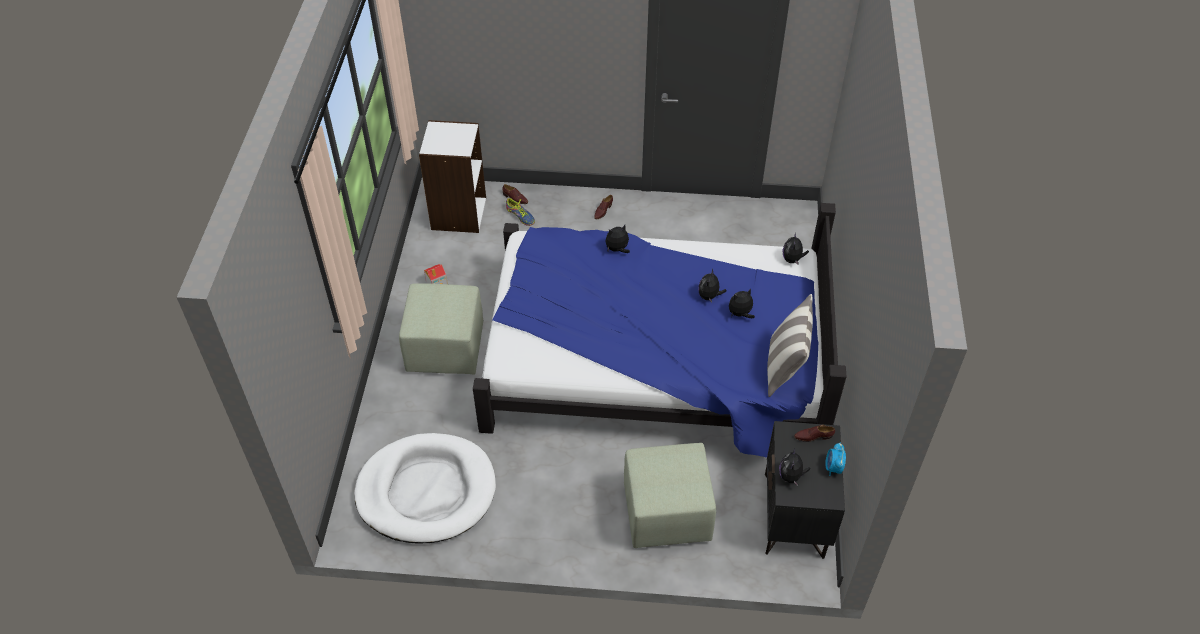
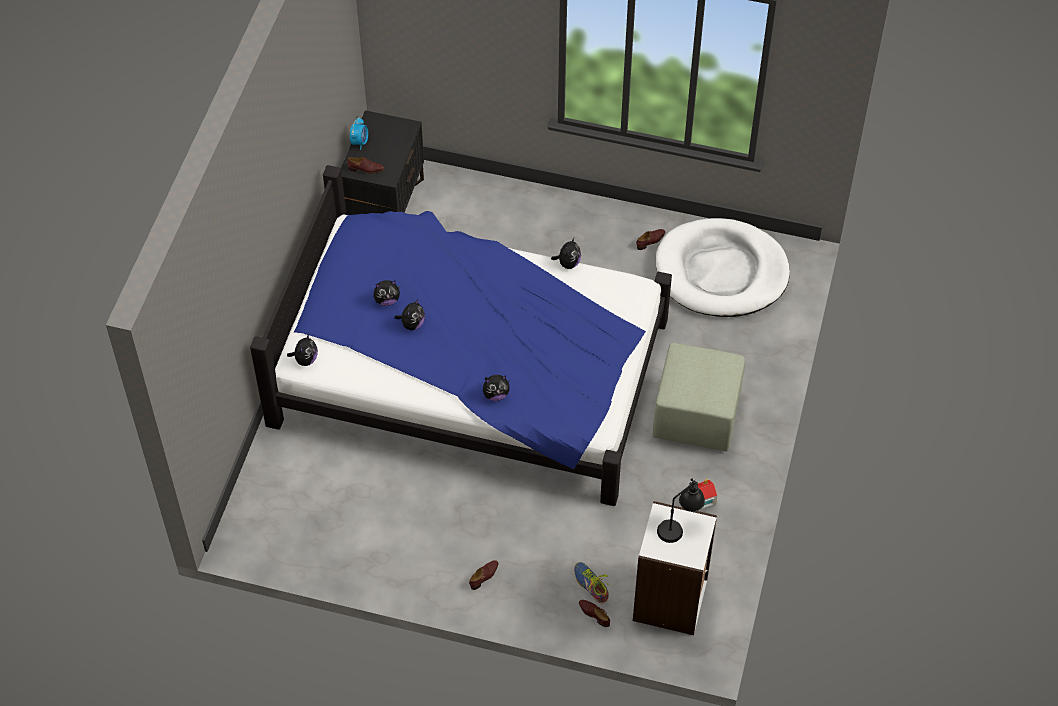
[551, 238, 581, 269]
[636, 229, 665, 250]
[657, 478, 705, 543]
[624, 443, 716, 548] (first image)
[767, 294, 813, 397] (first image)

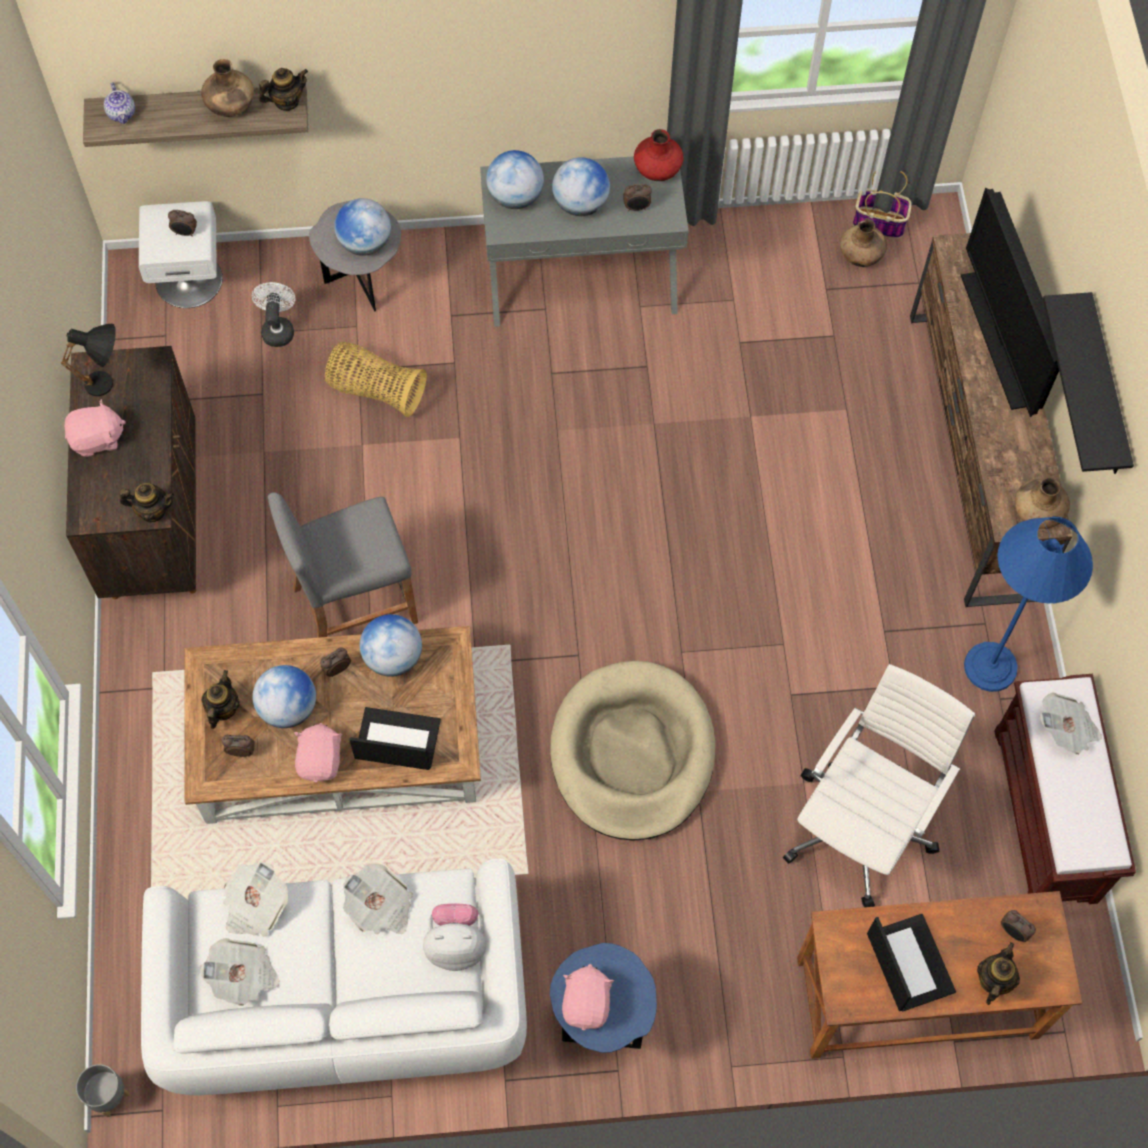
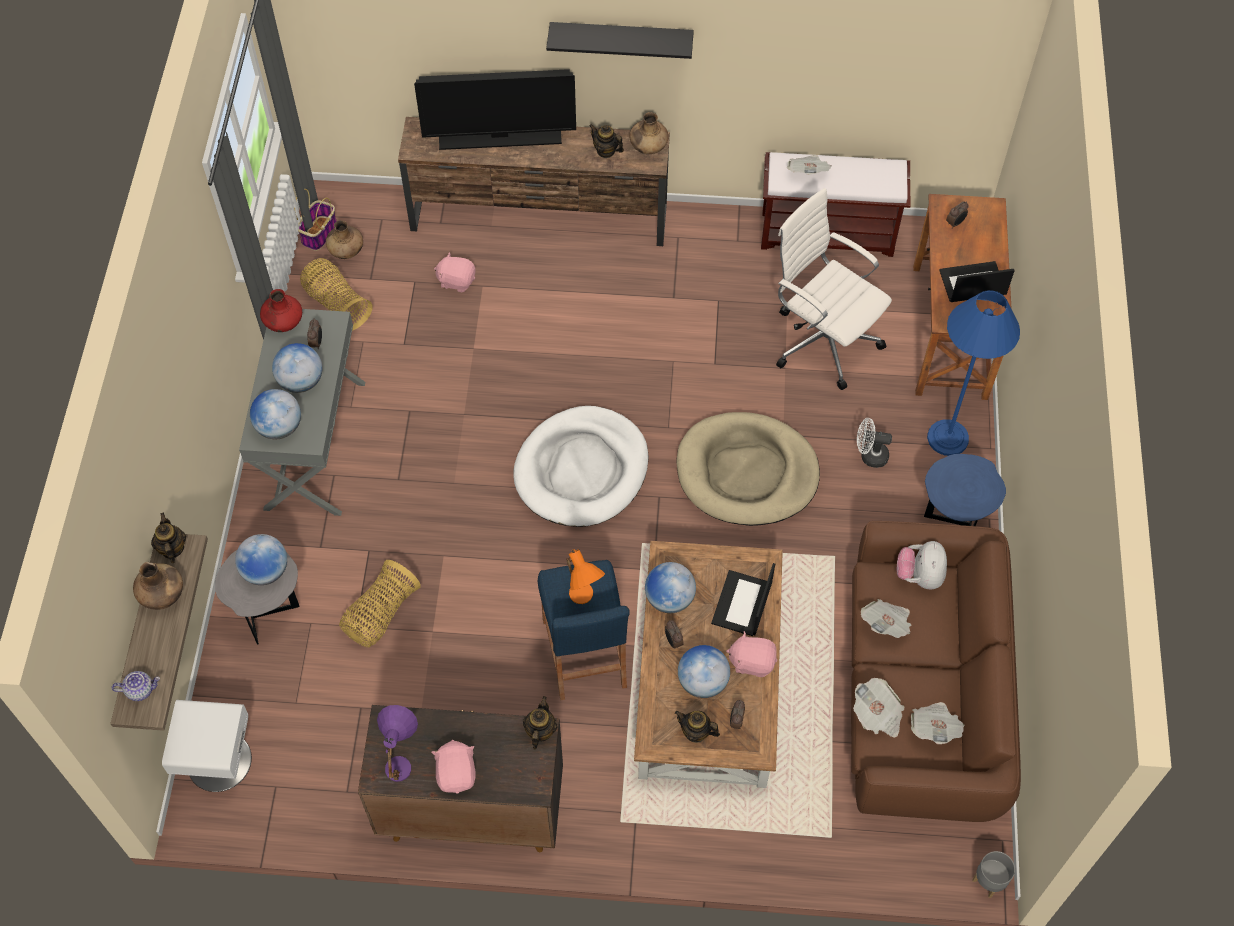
[300, 258, 372, 331]
[377, 705, 418, 782]
[434, 252, 476, 293]
[513, 406, 649, 527]
[538, 560, 630, 701]
[566, 549, 605, 604]
[589, 124, 624, 158]
[851, 521, 1021, 822]
[857, 418, 892, 468]
[927, 290, 1020, 456]
[168, 210, 197, 237] (first image)

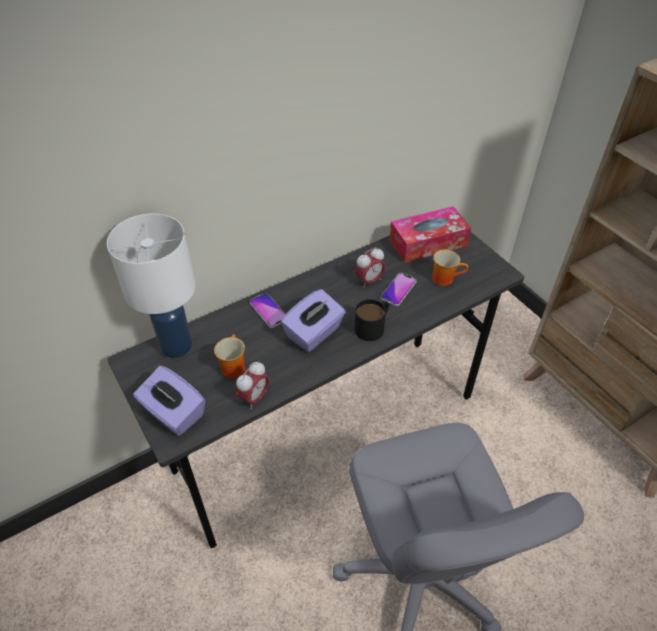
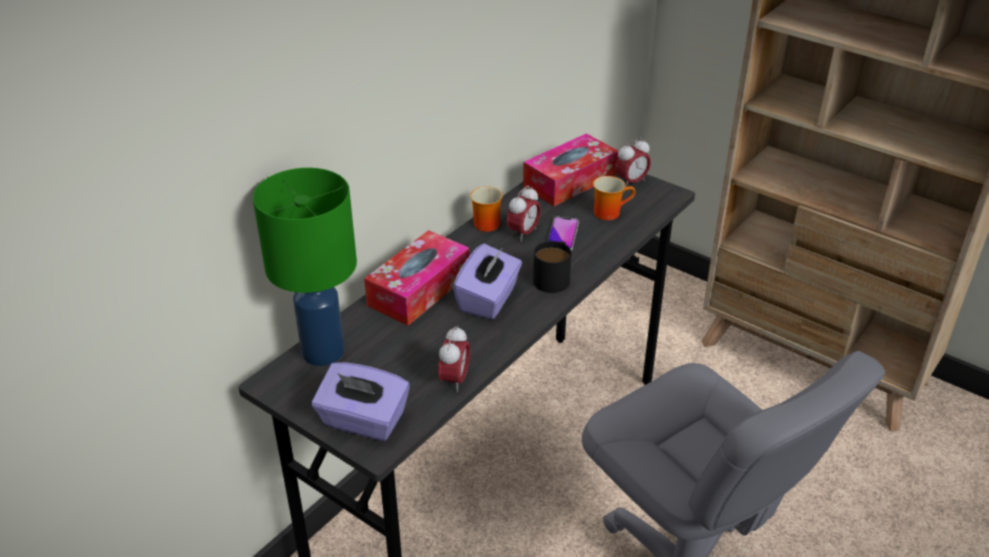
[253, 168, 357, 366]
[364, 230, 469, 326]
[470, 187, 503, 232]
[615, 138, 651, 186]

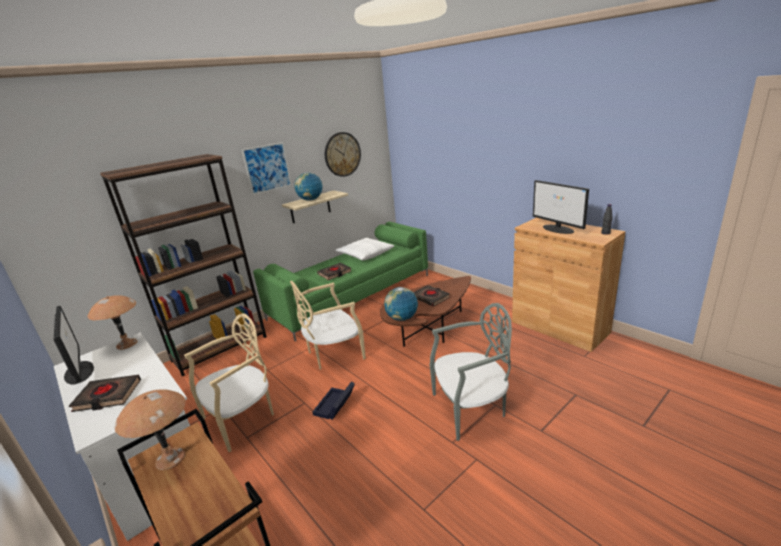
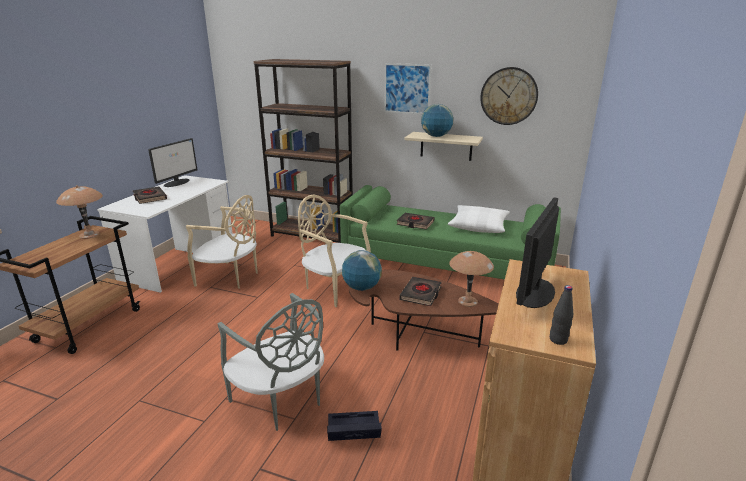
[327, 411, 382, 441]
[449, 251, 494, 307]

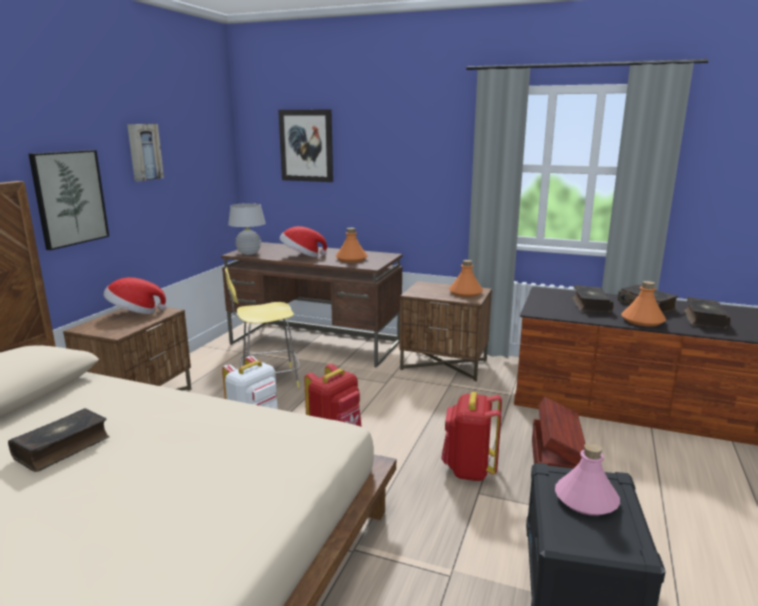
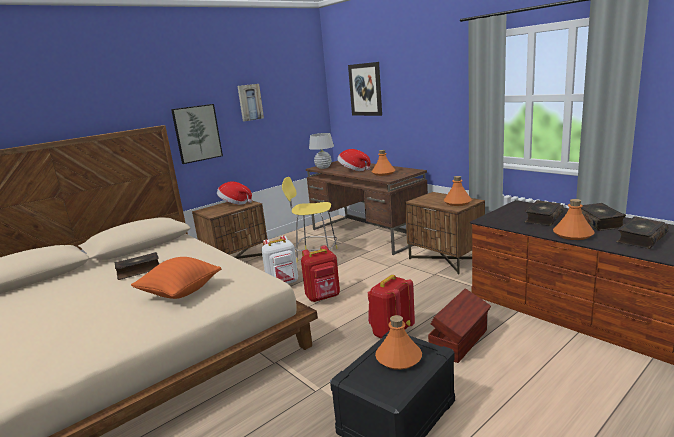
[131, 257, 221, 299]
[375, 315, 422, 370]

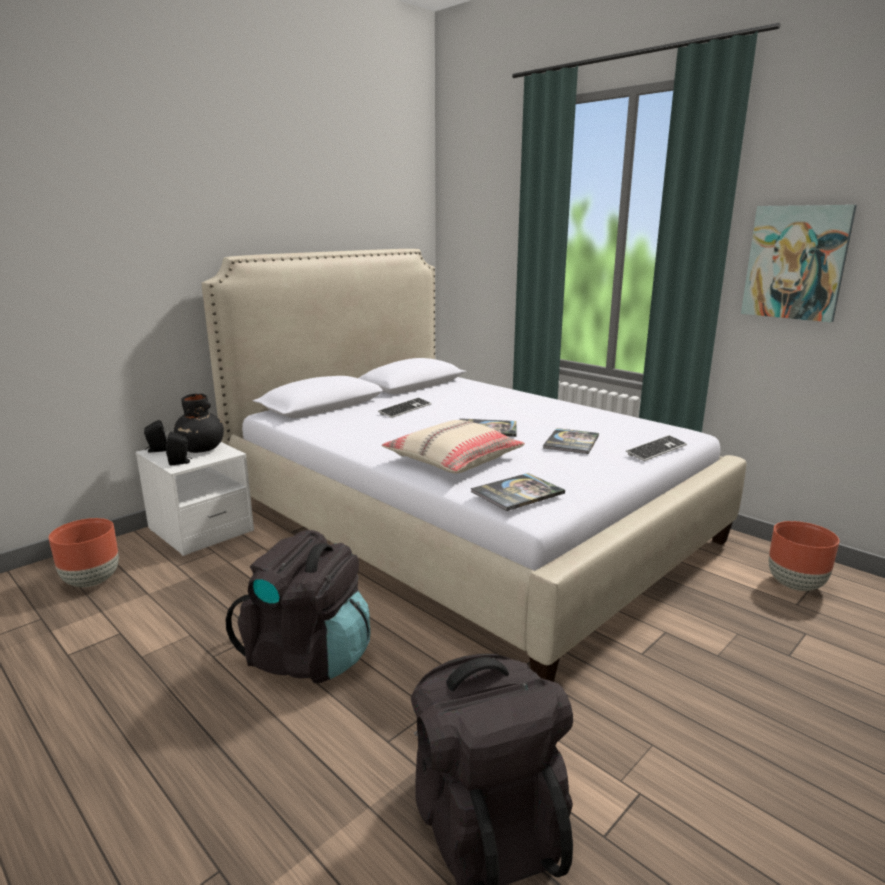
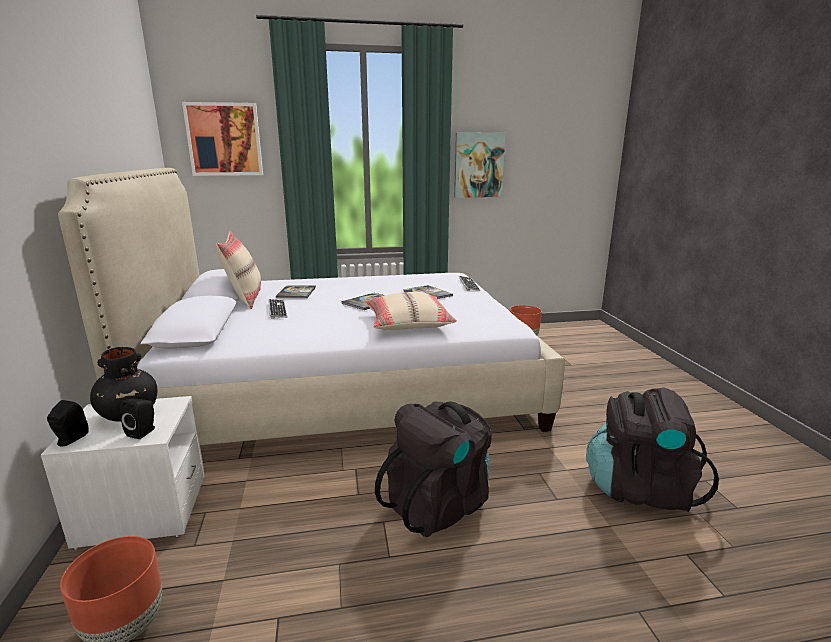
[182, 102, 263, 176]
[216, 231, 261, 309]
[276, 285, 316, 298]

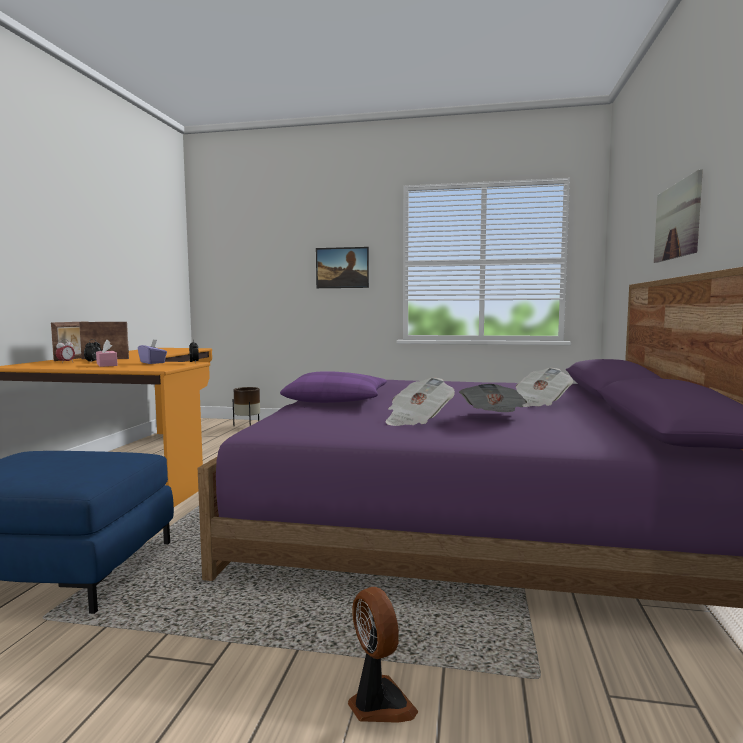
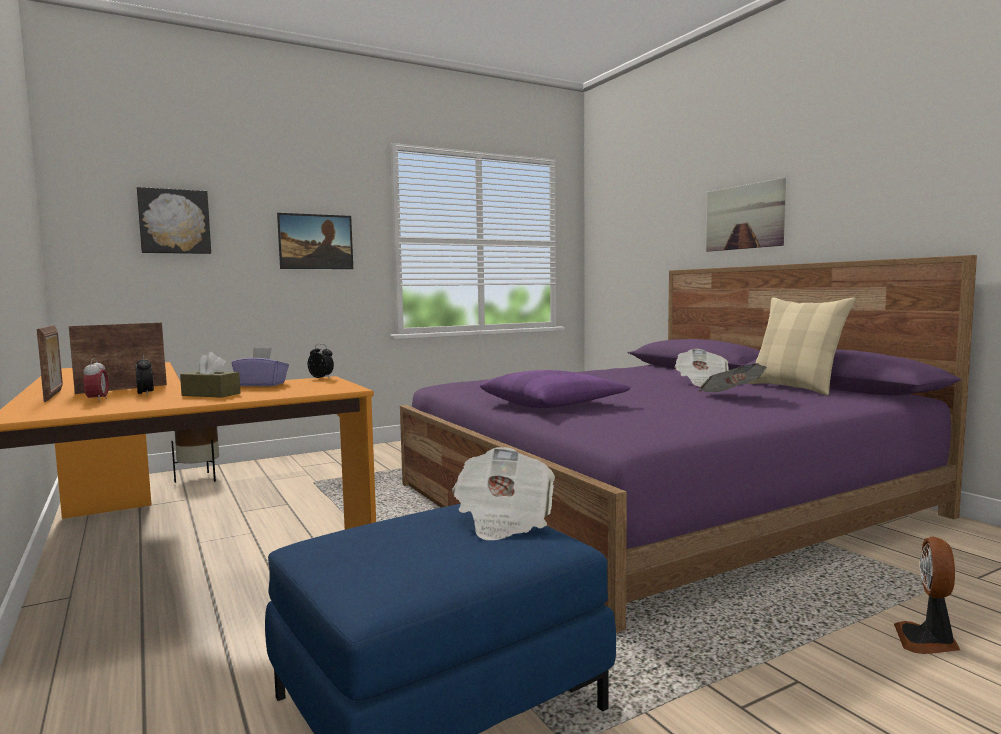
[137, 187, 211, 254]
[180, 352, 240, 398]
[452, 447, 555, 540]
[748, 297, 856, 395]
[894, 537, 960, 654]

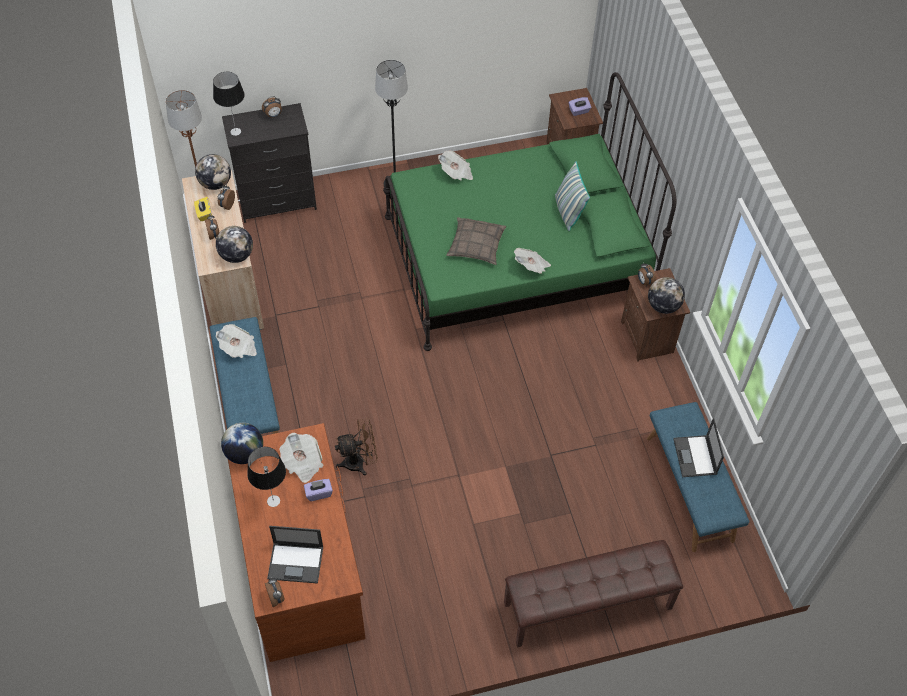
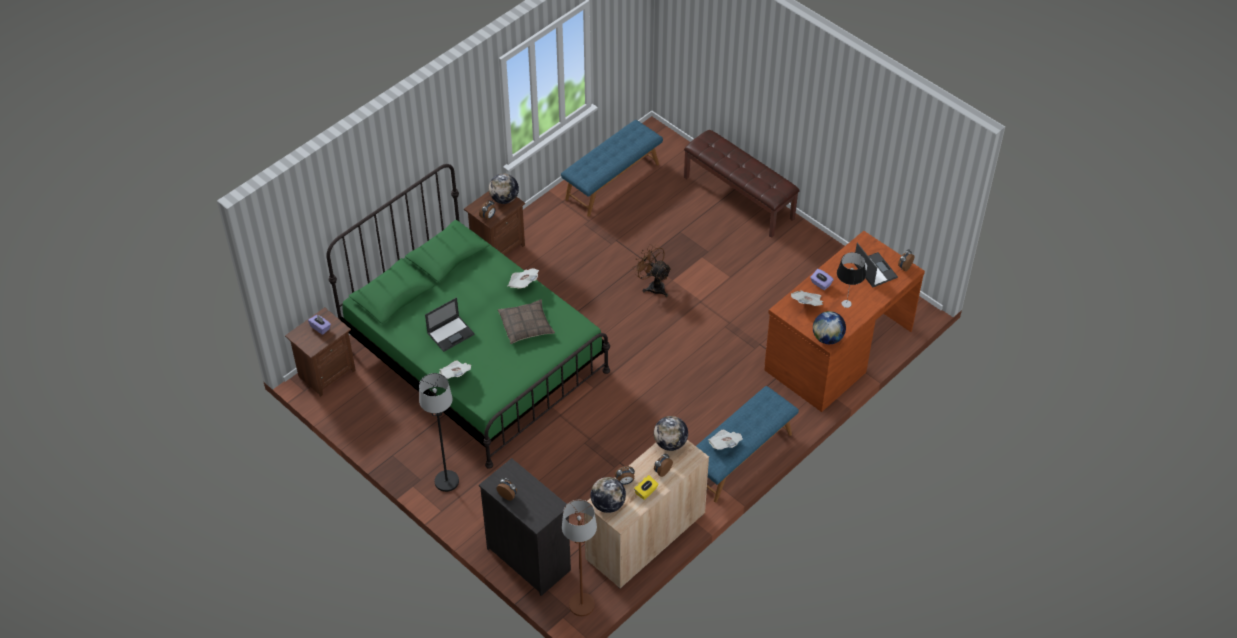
[425, 297, 475, 352]
[633, 244, 671, 297]
[213, 72, 245, 136] (first image)
[555, 161, 590, 231] (first image)

